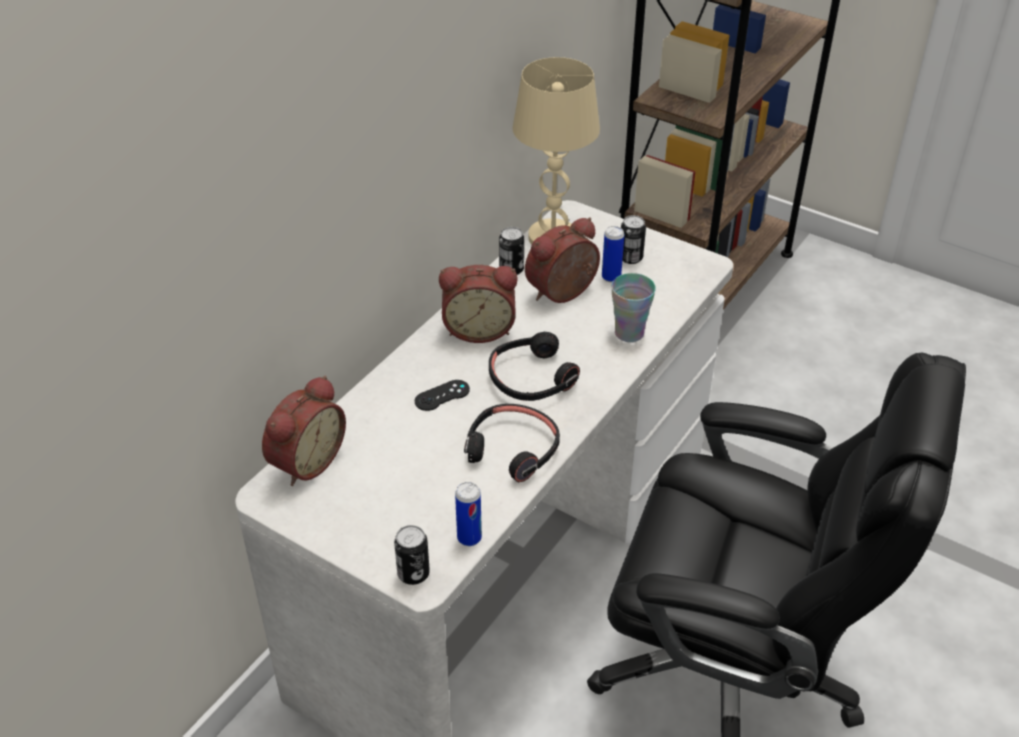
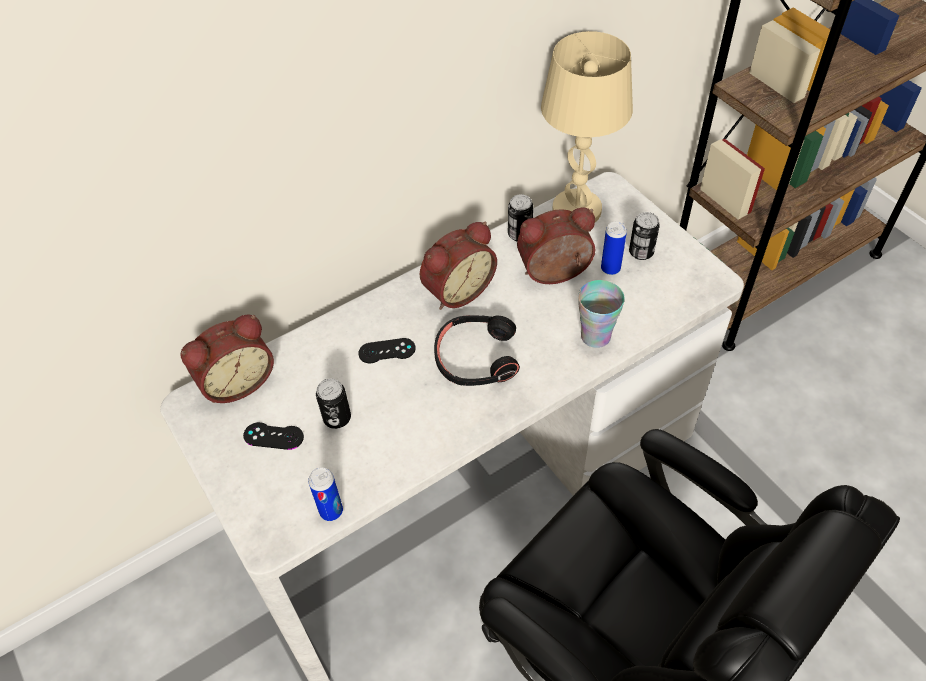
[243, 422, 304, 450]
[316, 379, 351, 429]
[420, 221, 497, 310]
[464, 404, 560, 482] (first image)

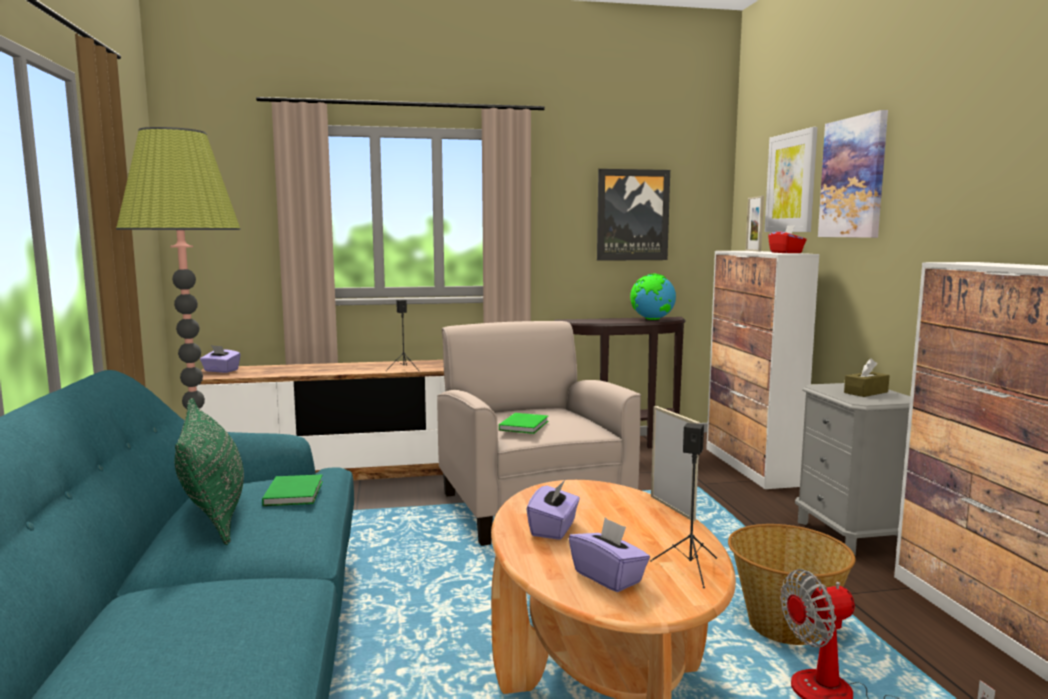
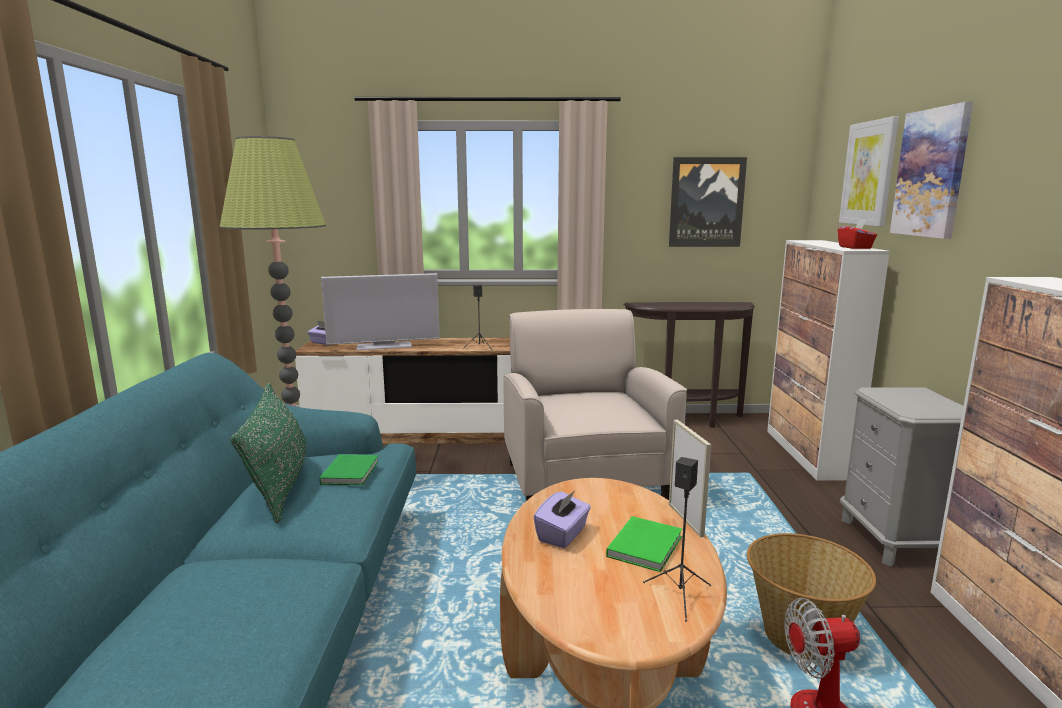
[321, 273, 440, 351]
[606, 516, 682, 572]
[569, 518, 650, 592] (first image)
[630, 274, 676, 320] (first image)
[745, 196, 764, 252] (first image)
[844, 358, 890, 397] (first image)

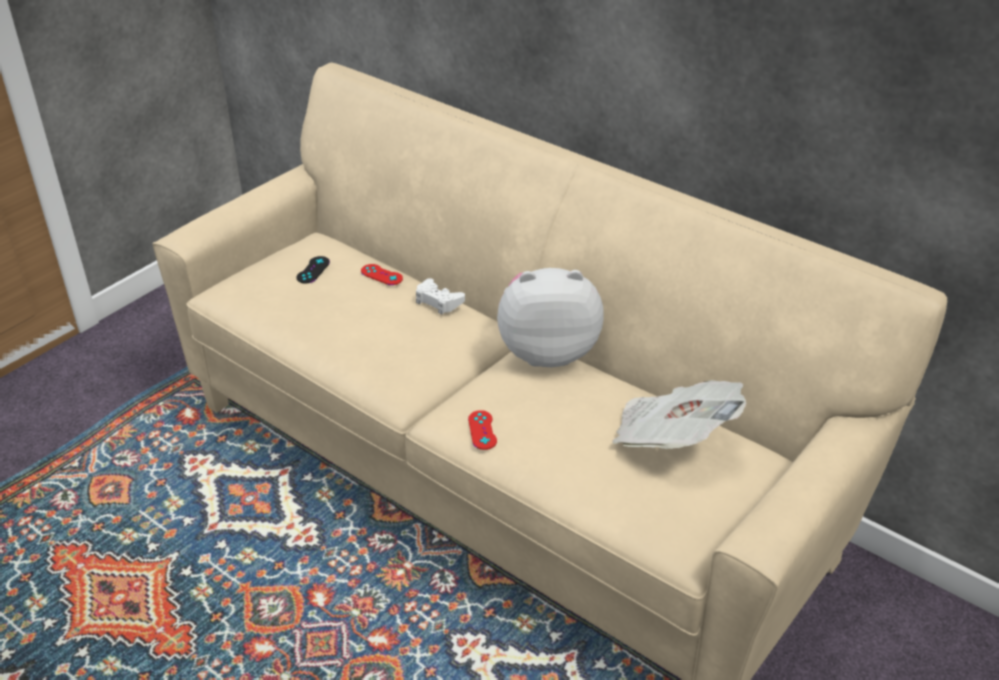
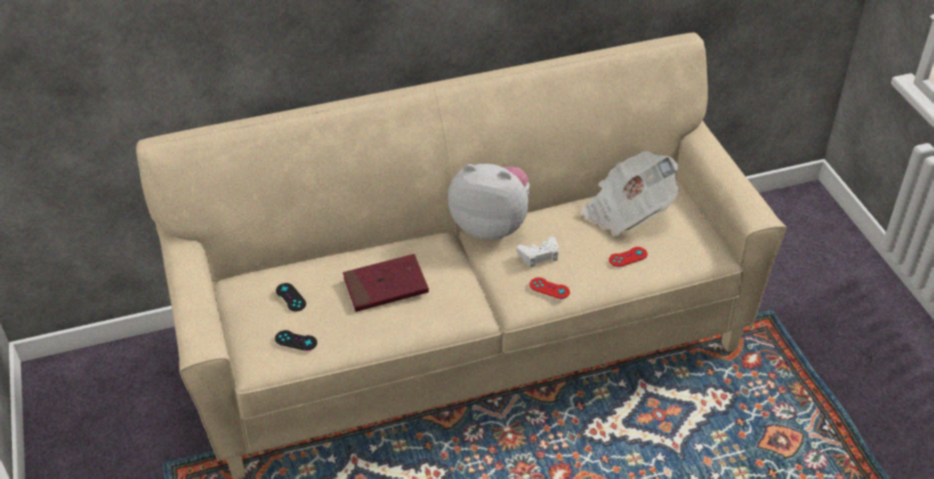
[275, 330, 317, 351]
[343, 254, 429, 312]
[448, 164, 530, 240]
[517, 237, 559, 267]
[609, 247, 647, 267]

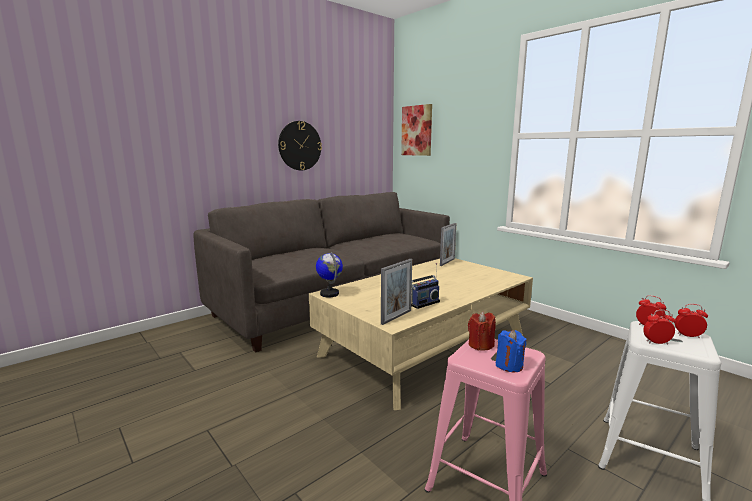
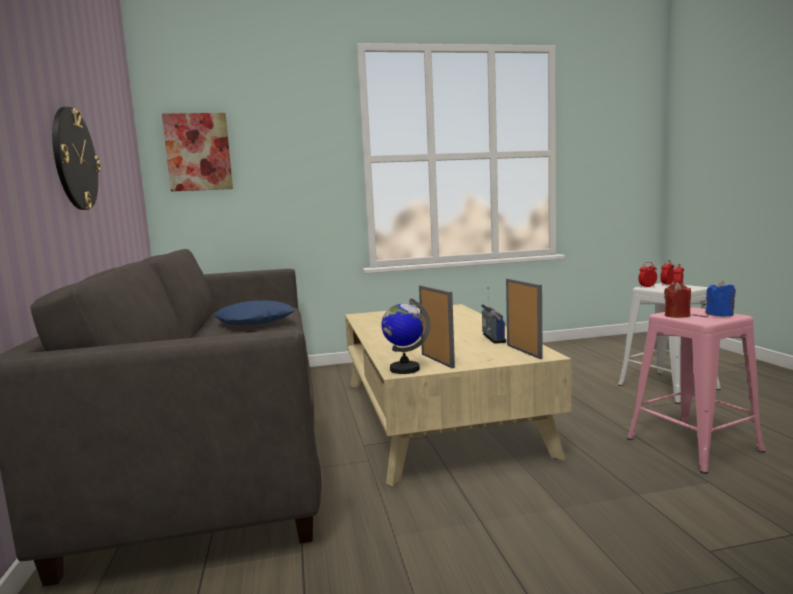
[214, 301, 294, 325]
[419, 285, 455, 368]

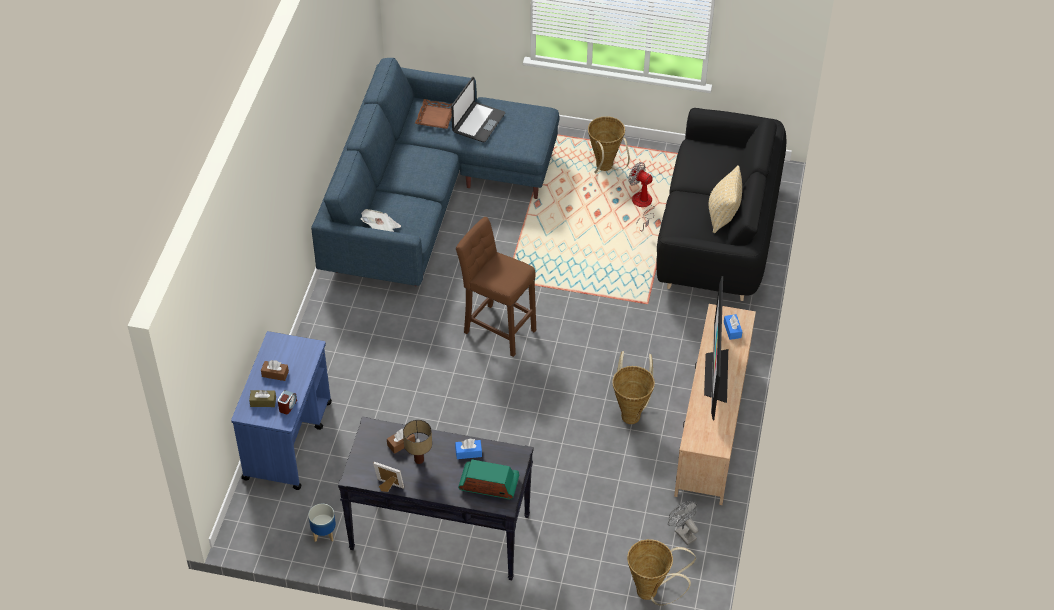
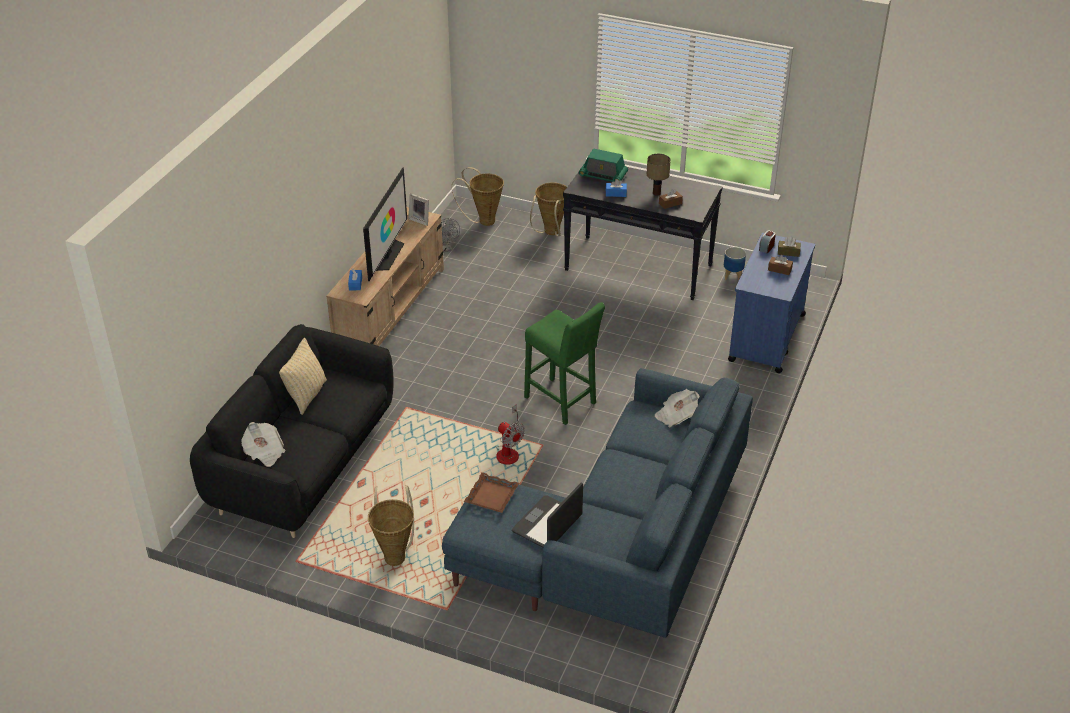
[241, 422, 285, 467]
[409, 193, 429, 226]
[464, 472, 519, 513]
[496, 404, 525, 465]
[524, 302, 605, 425]
[530, 182, 567, 236]

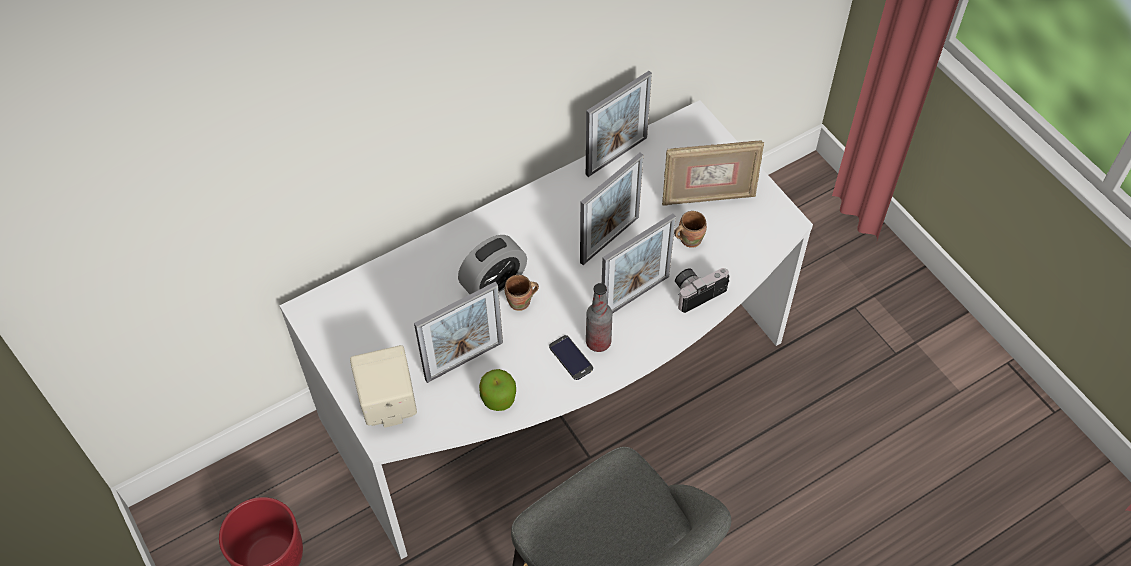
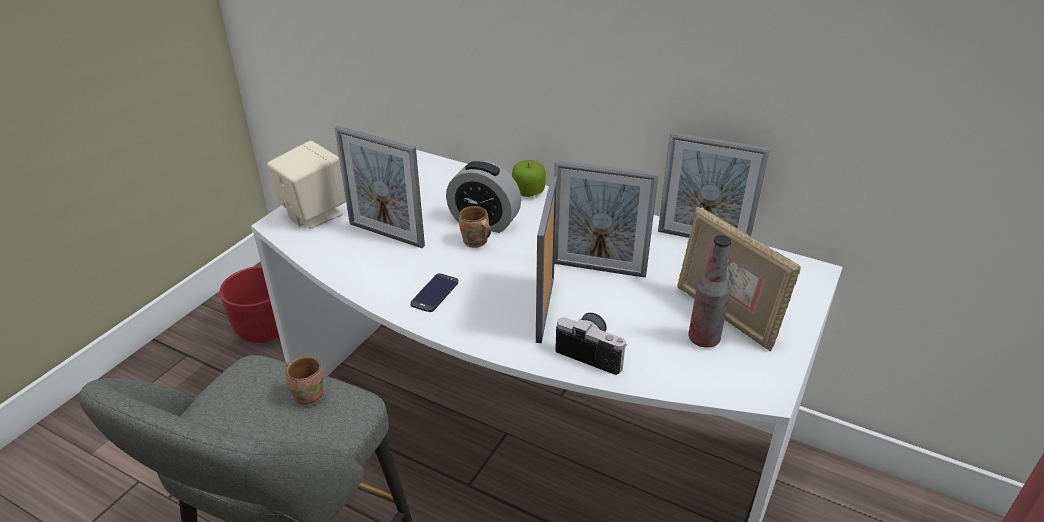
[286, 356, 324, 406]
[512, 160, 546, 197]
[536, 176, 557, 343]
[688, 235, 731, 348]

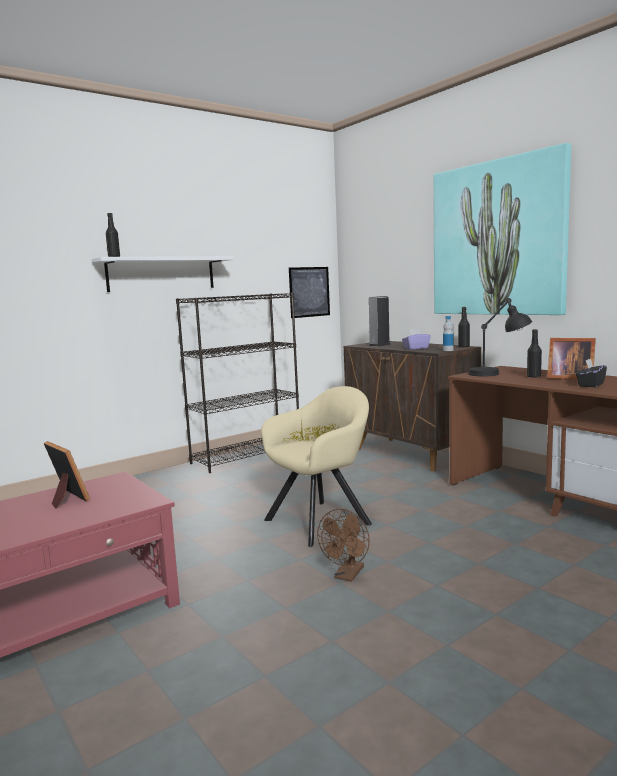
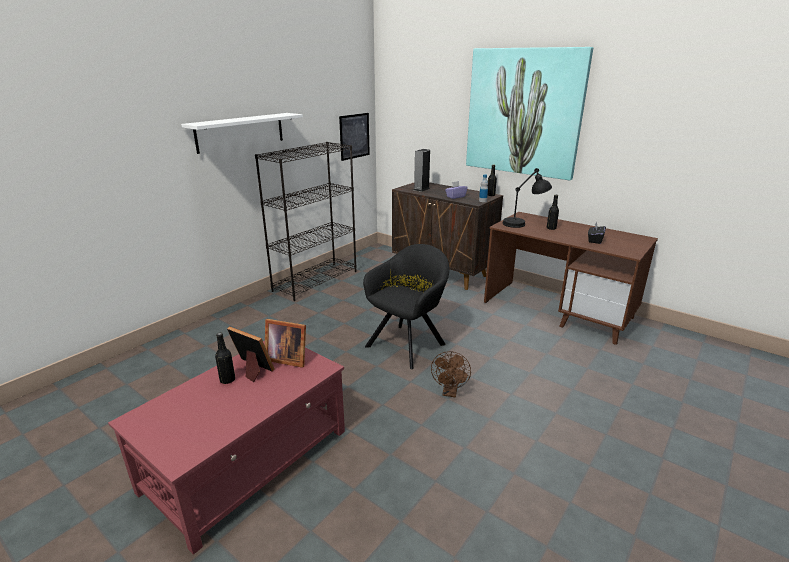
[215, 333, 235, 384]
[265, 319, 306, 368]
[363, 244, 449, 369]

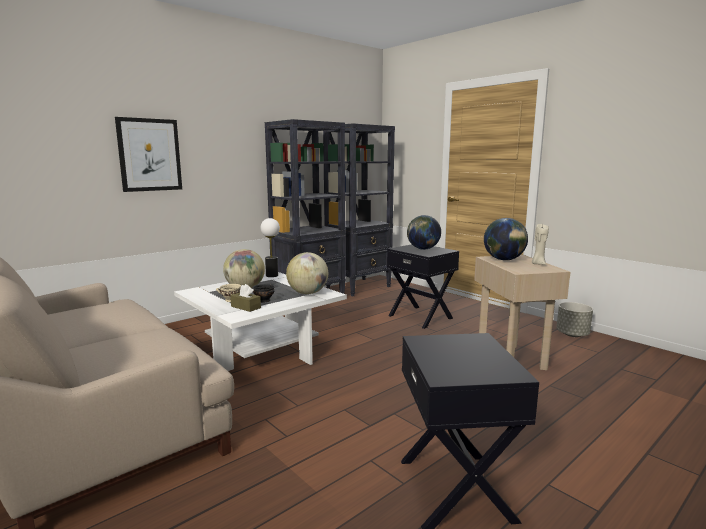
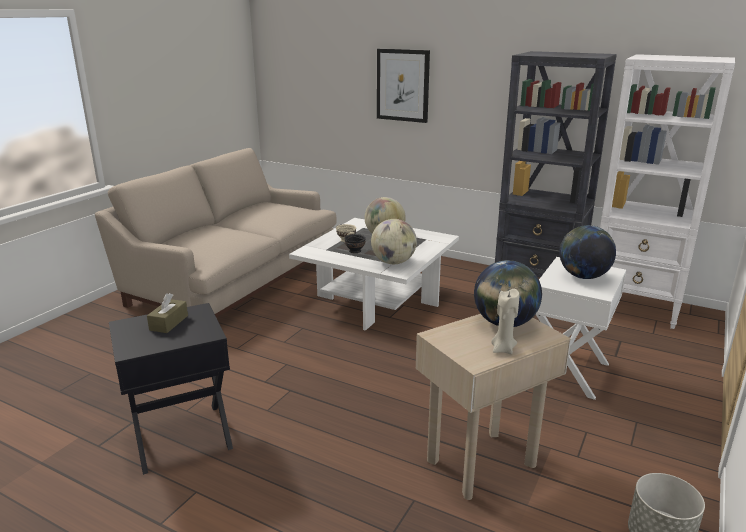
[147, 293, 188, 333]
[536, 257, 626, 400]
[600, 54, 735, 329]
[261, 218, 280, 277] (first image)

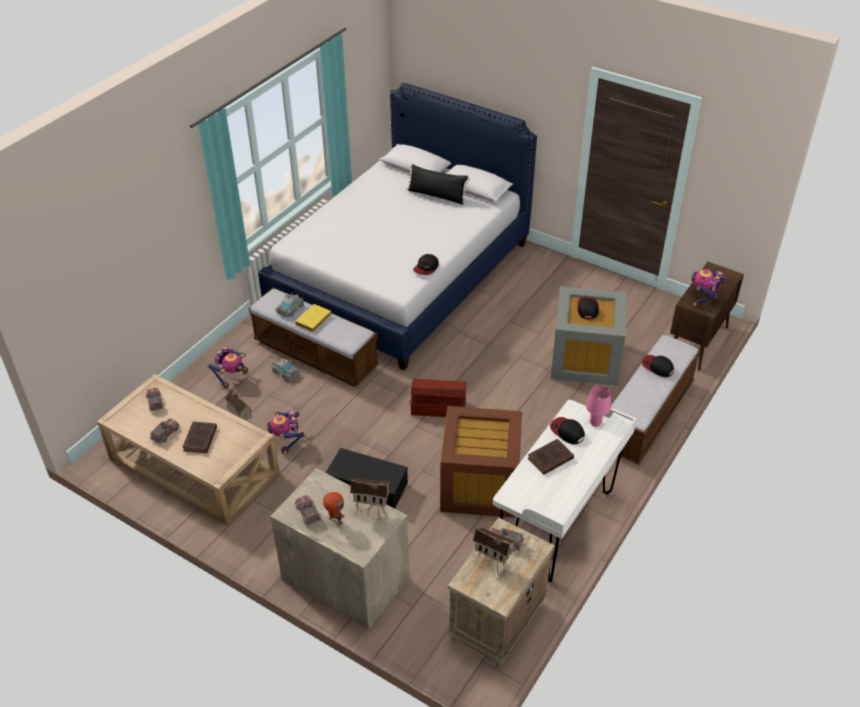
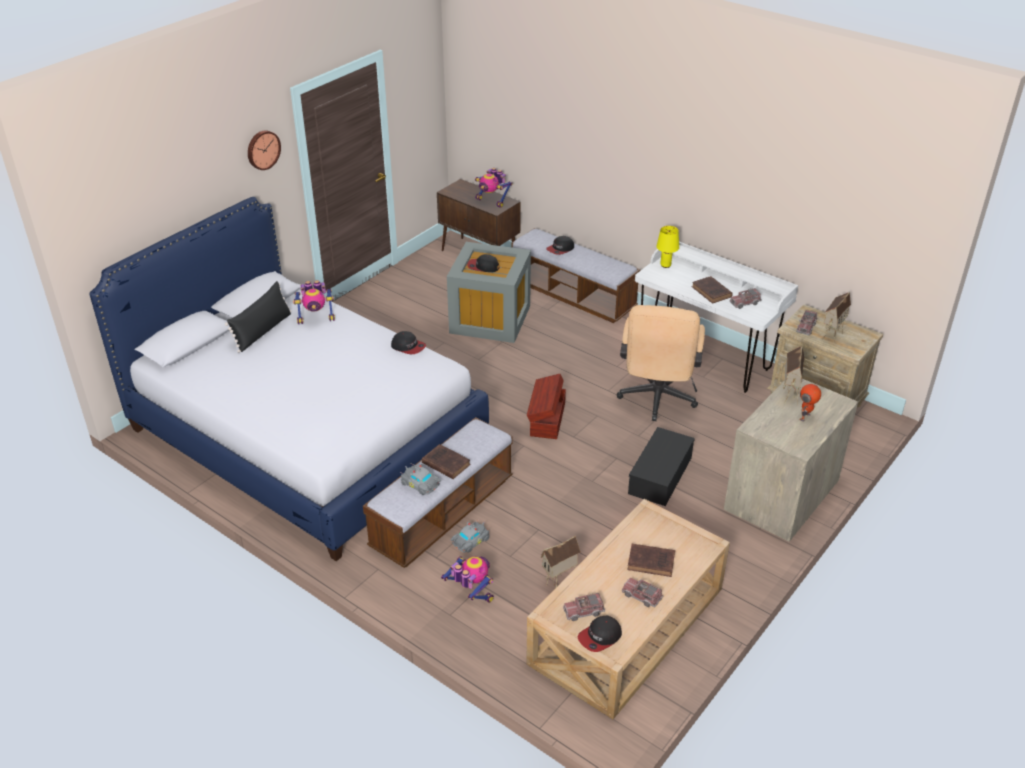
[248, 130, 281, 170]
[293, 280, 335, 324]
[422, 444, 470, 479]
[577, 616, 622, 652]
[617, 305, 705, 421]
[656, 226, 679, 268]
[729, 288, 762, 309]

